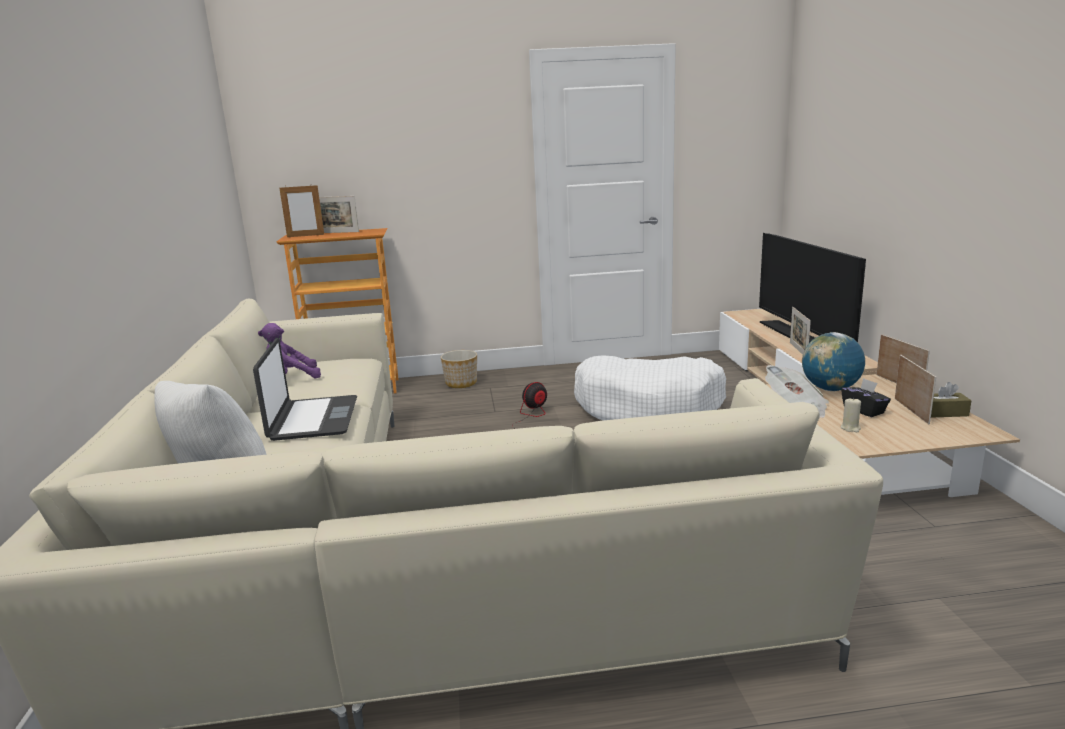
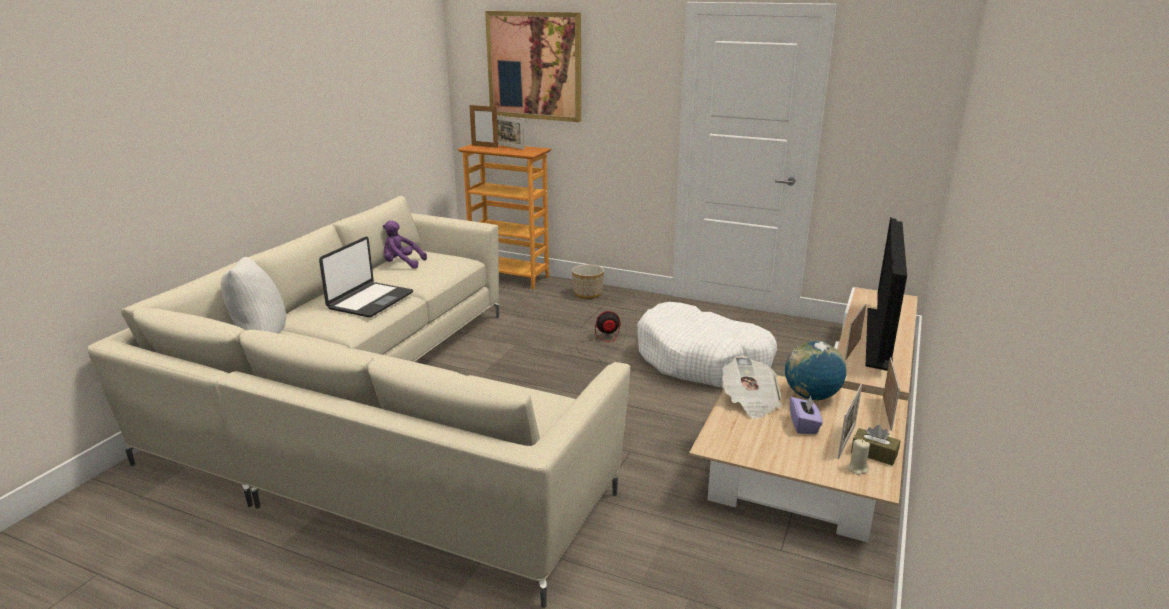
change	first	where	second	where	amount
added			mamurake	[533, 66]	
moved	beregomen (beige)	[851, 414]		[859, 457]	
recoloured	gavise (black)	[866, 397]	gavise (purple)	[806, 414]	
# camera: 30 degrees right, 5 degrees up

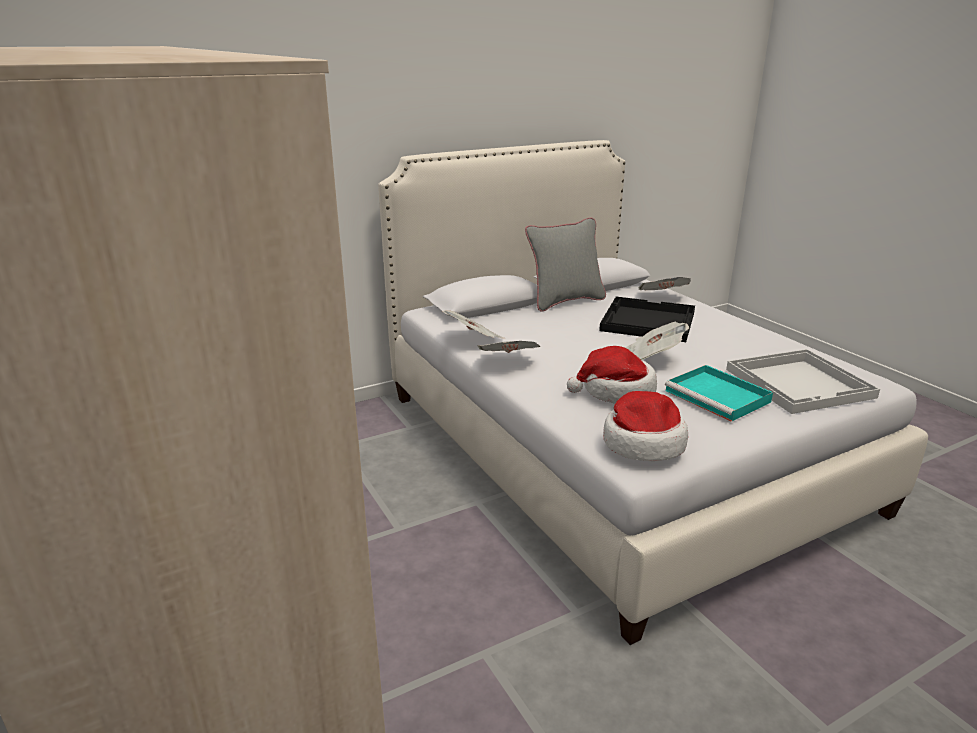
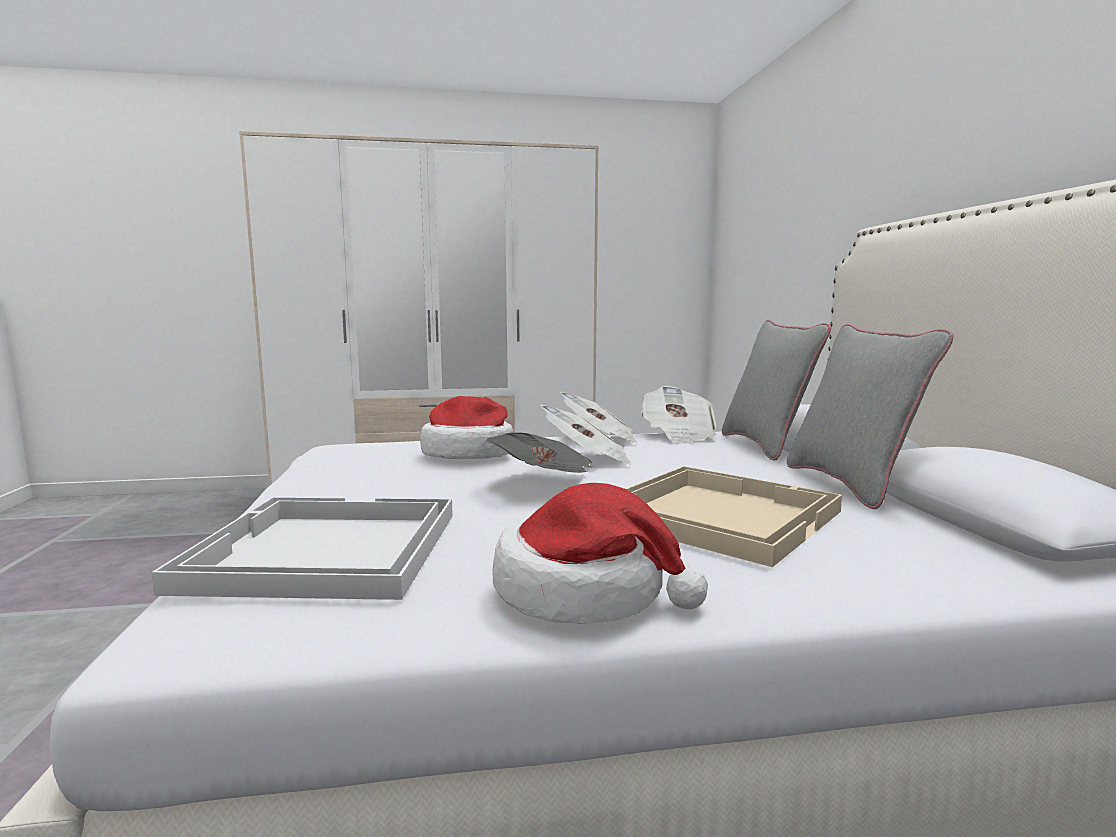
change	first	where	second	where	amount
removed	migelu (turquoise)	[719, 393]			
added			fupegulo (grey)	[776, 390]	
moved	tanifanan	[645, 426]		[600, 553]	
moved	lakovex	[664, 283]		[586, 435]	
recoloured	migelu (black)	[647, 319]	migelu (beige)	[734, 516]	
# camera: 110 degrees right, 15 degrees down

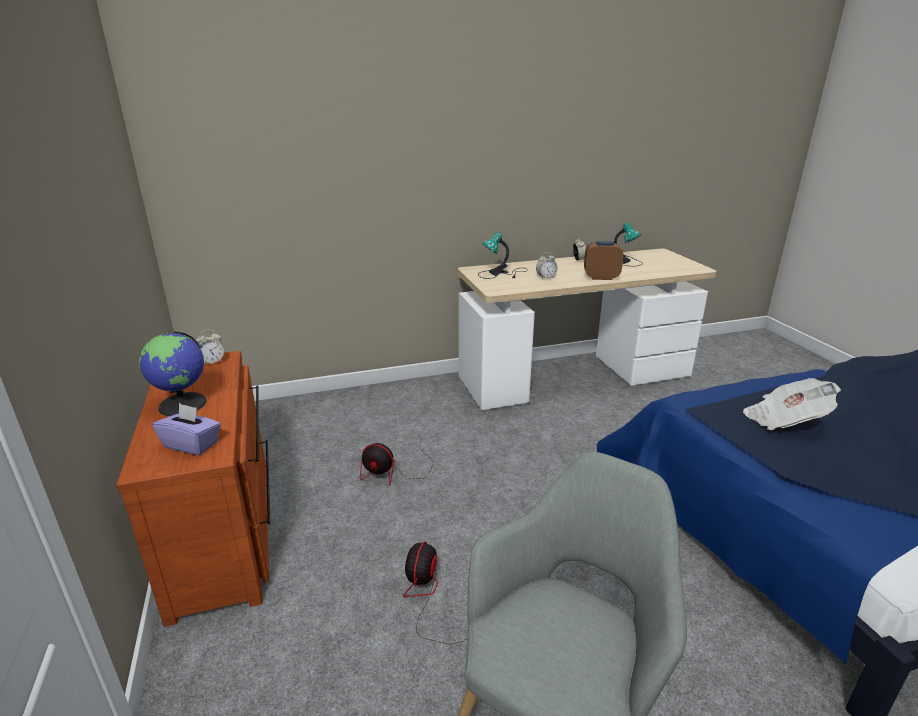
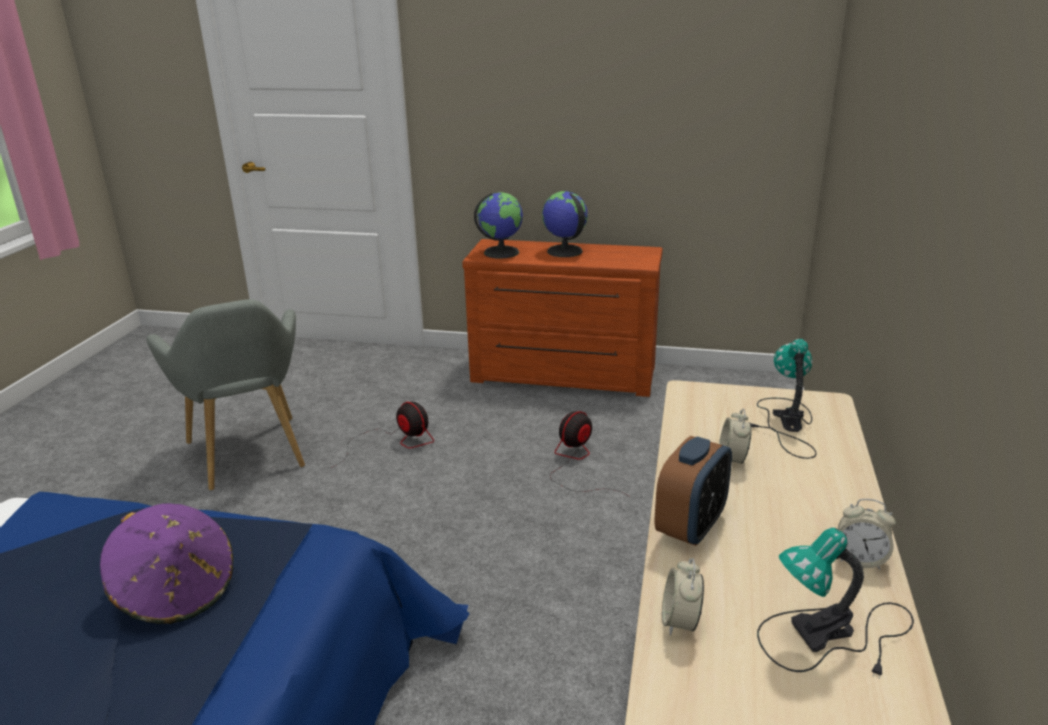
change	first	where	second	where	amount
moved	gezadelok	[210, 347]		[683, 597]	
replaced	gavise (purple)	[186, 429]	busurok	[498, 225]	
replaced	lakovex	[792, 404]	tanifanan (purple)	[166, 563]	
# camera: 120 degrees right, 0 degrees up

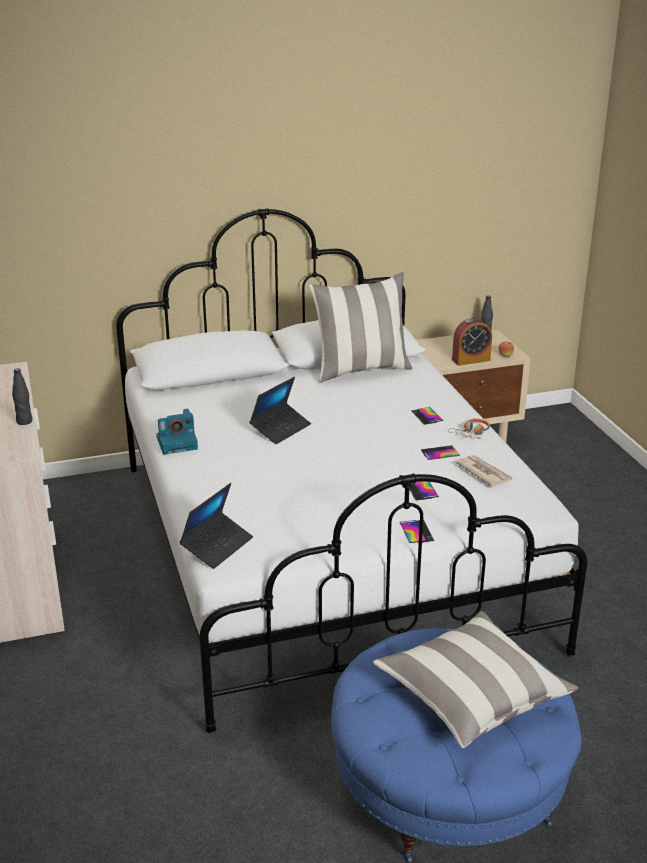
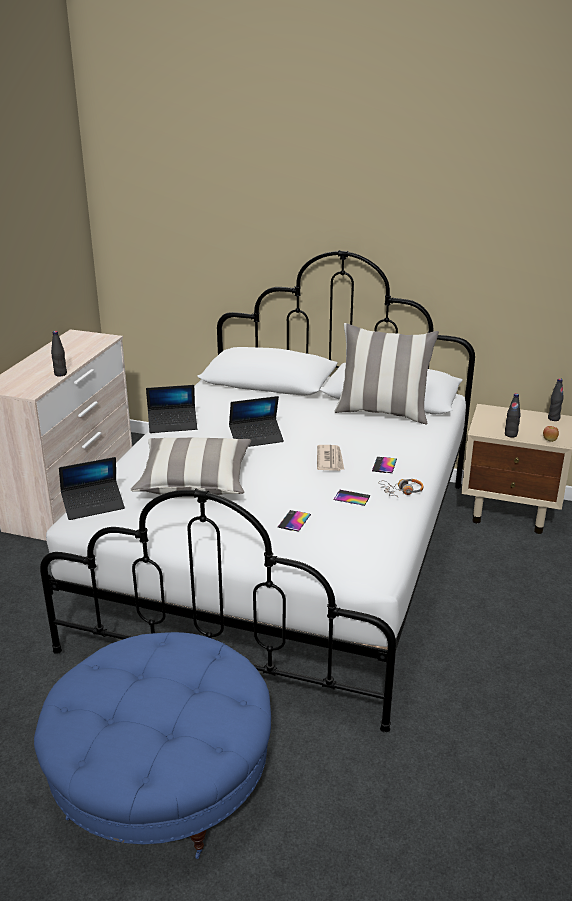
change	first	where	second	where	amount
removed	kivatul	[417, 531]			
moved	fupegulo	[475, 679]		[190, 466]	
moved	lakovex	[484, 471]		[330, 458]	
replaced	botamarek	[177, 431]	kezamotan	[172, 409]	
replaced	gezadelok	[472, 341]	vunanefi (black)	[513, 415]	
# camera: 35 degrees right, 0 degrees up

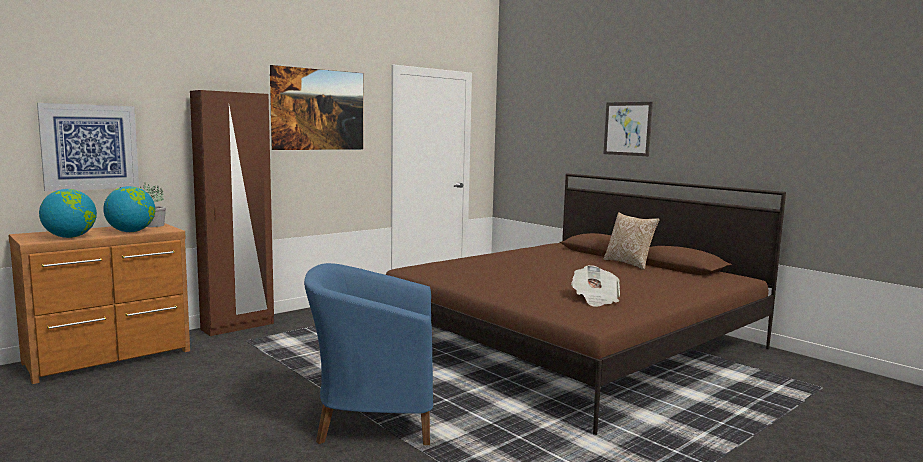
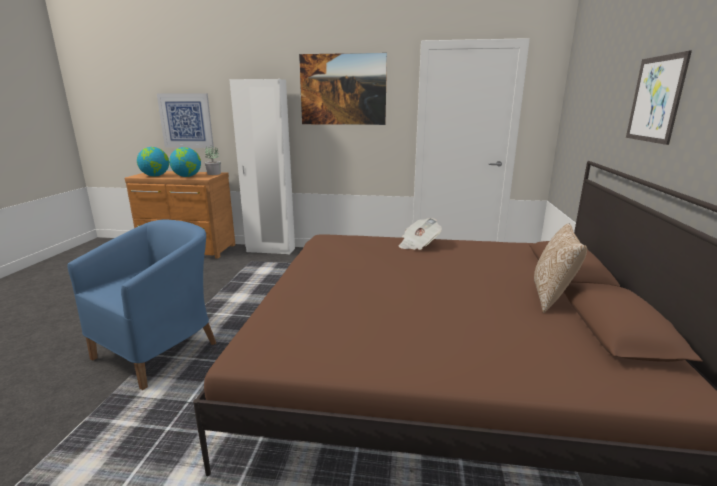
change	first	where	second	where	amount
moved	lakovex	[595, 286]		[420, 234]	
recoloured	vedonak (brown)	[232, 213]	vedonak (white)	[262, 166]	
turned	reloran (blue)	[368, 354]		[142, 305]	75 degrees clockwise
# camera: 50 degrees right, 10 degrees up

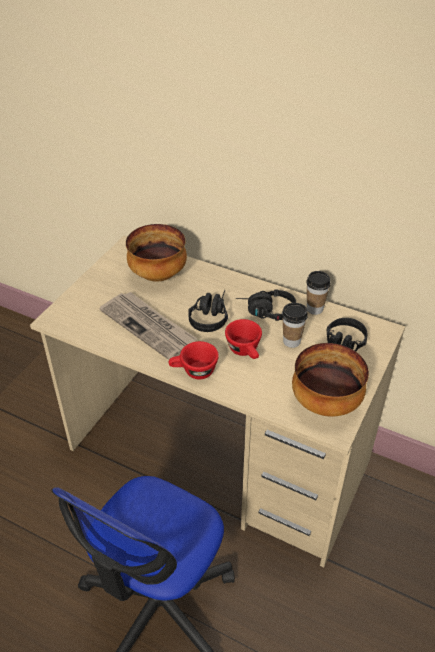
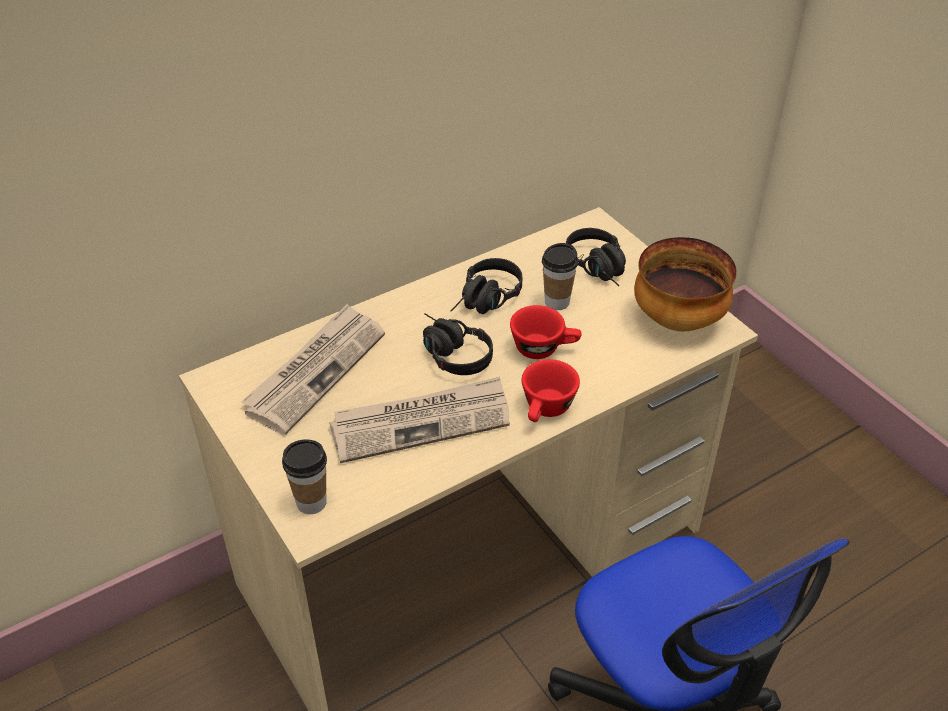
change	first	where	second	where	amount
moved	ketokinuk	[318, 293]		[304, 476]	
replaced	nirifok	[156, 253]	lakovex	[313, 369]	
# camera: 60 degrees left, 0 degrees up

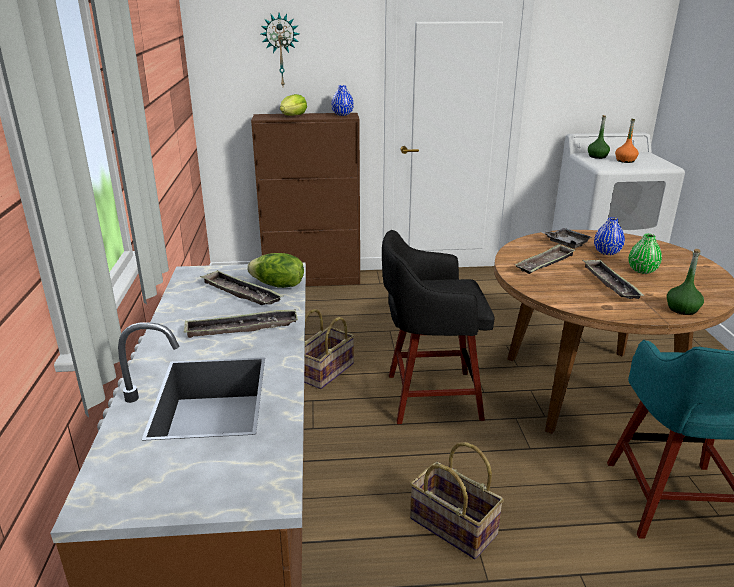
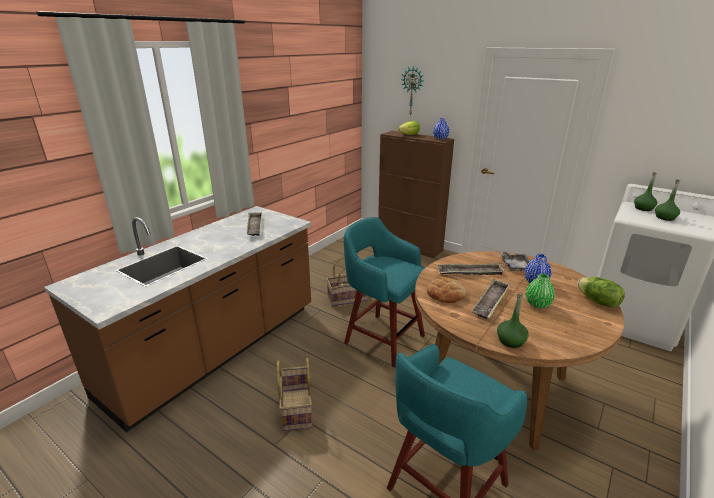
change	first	where	second	where	amount
removed	migelu	[240, 323]			
added			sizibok	[446, 290]	
moved	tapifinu	[275, 270]		[601, 292]	
recoloured	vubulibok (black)	[438, 327]	vubulibok (turquoise)	[384, 292]	
recoloured	vunanefi (orange)	[627, 141]	vunanefi (green)	[667, 200]	
# camera: 40 degrees right, 0 degrees up

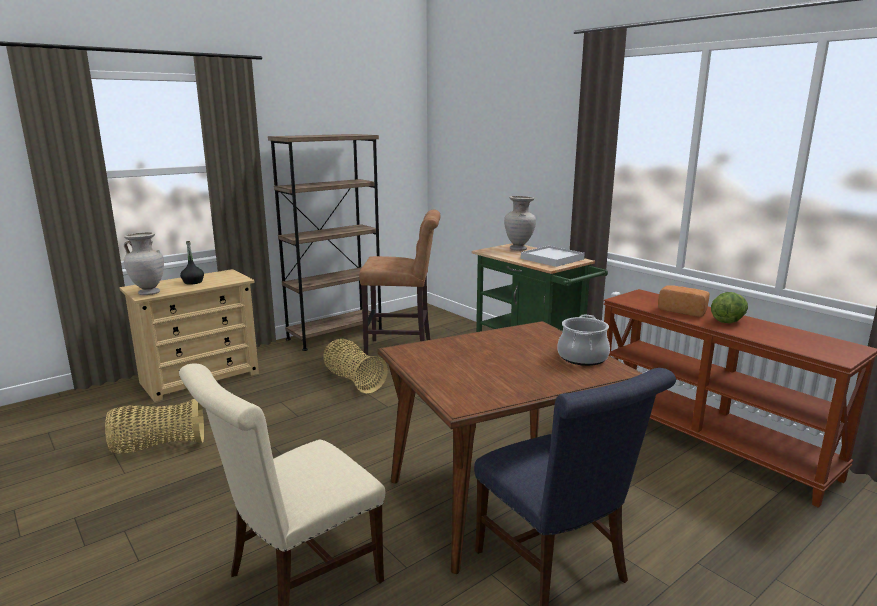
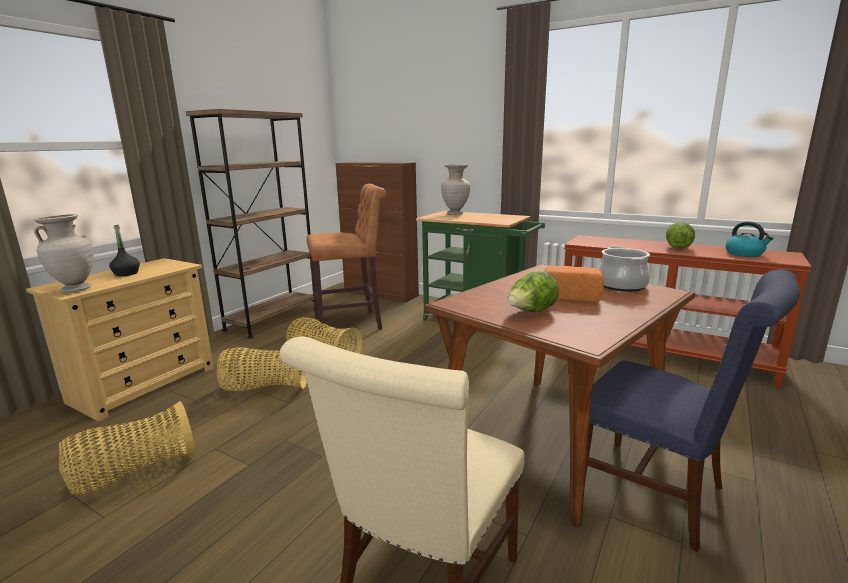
change	first	where	second	where	amount
removed	migelu (white)	[553, 256]			
added			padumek	[262, 369]	
added			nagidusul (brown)	[377, 232]	
added			tapifinu	[533, 291]	
added			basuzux	[750, 239]	
moved	sizibok	[684, 301]		[574, 284]	
# camera: 20 degrees left, 0 degrees up

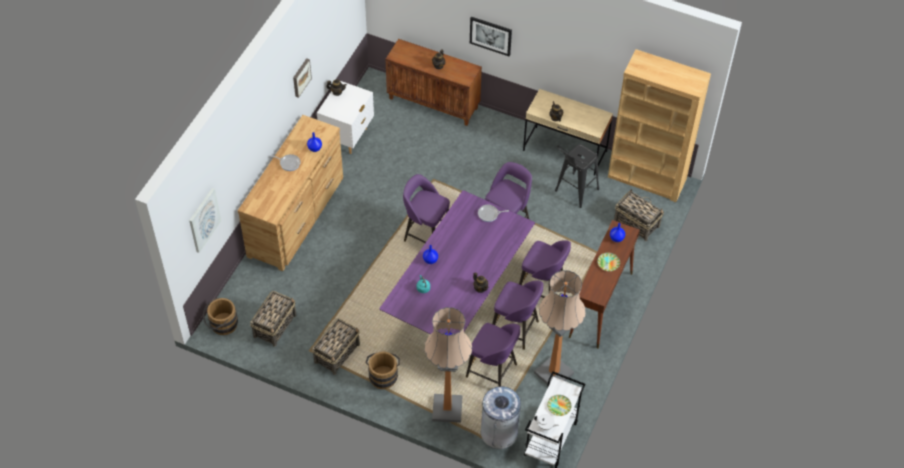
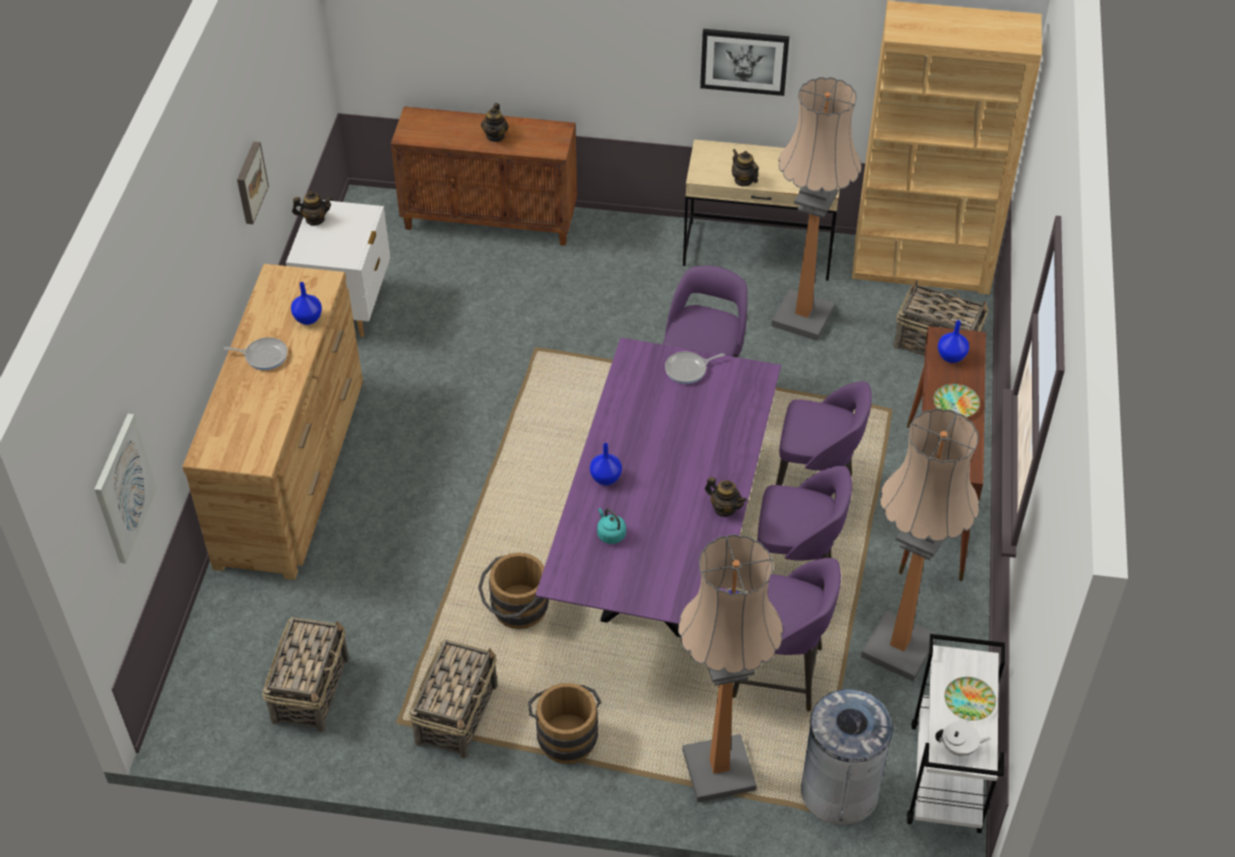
change	first	where	second	where	amount
removed	vubulibok (purple)	[426, 208]			
moved	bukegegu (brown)	[220, 316]		[513, 590]	
moved	mamurake	[491, 37]		[744, 62]	
replaced	vubulibok (black)	[577, 176]	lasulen	[817, 209]	
# camera: 15 degrees left, 5 degrees down

